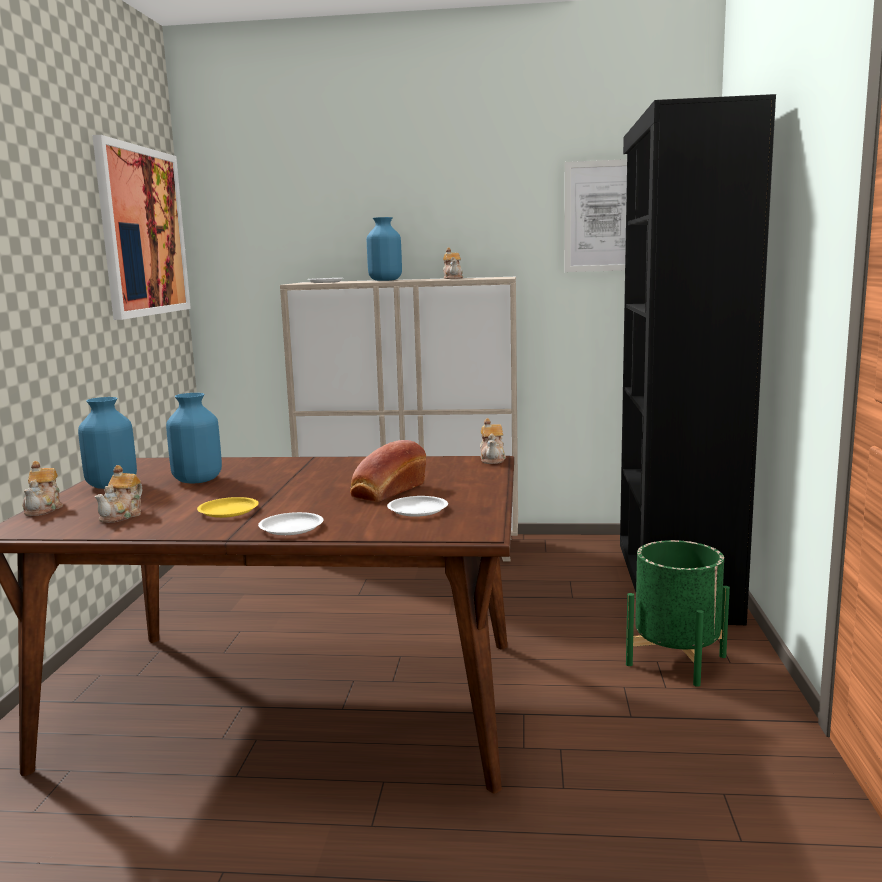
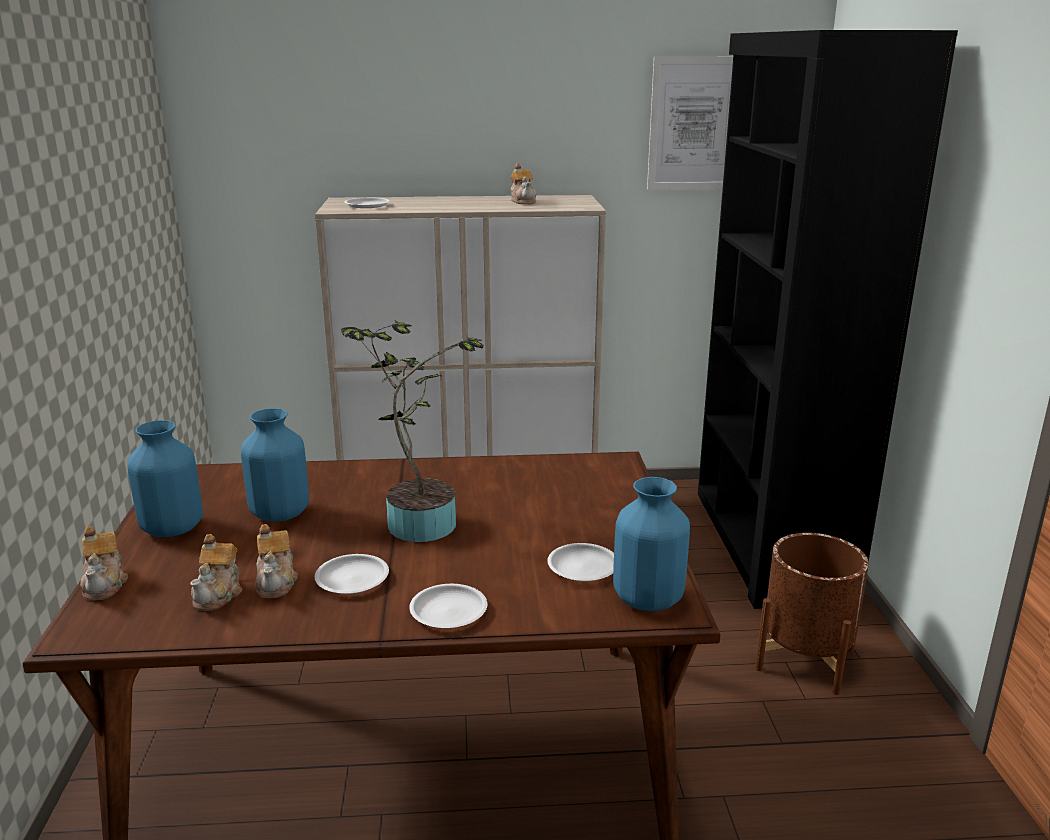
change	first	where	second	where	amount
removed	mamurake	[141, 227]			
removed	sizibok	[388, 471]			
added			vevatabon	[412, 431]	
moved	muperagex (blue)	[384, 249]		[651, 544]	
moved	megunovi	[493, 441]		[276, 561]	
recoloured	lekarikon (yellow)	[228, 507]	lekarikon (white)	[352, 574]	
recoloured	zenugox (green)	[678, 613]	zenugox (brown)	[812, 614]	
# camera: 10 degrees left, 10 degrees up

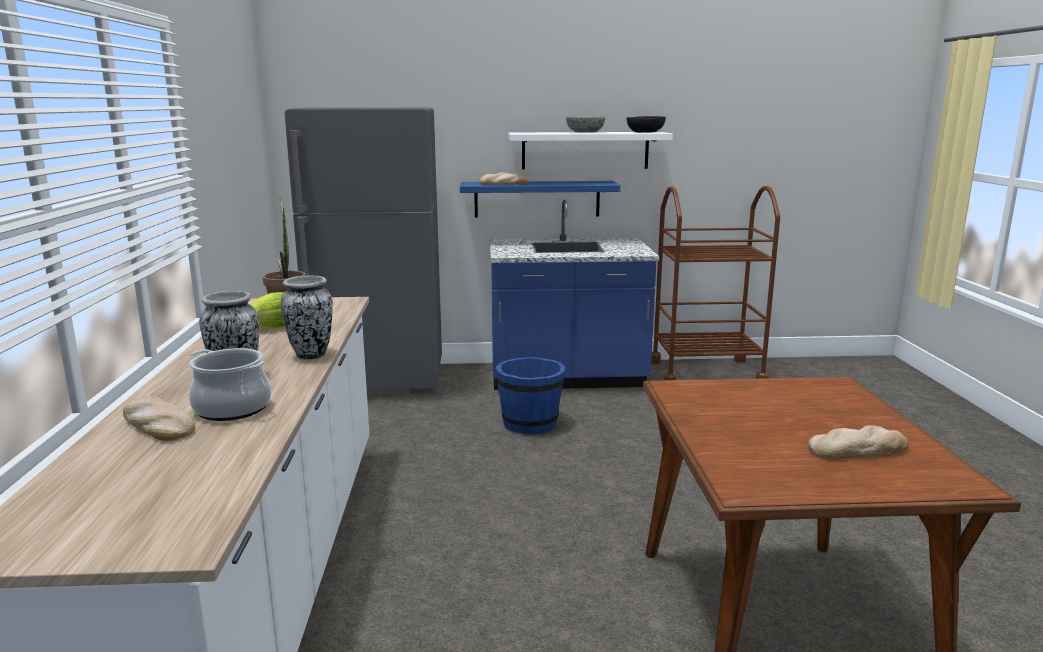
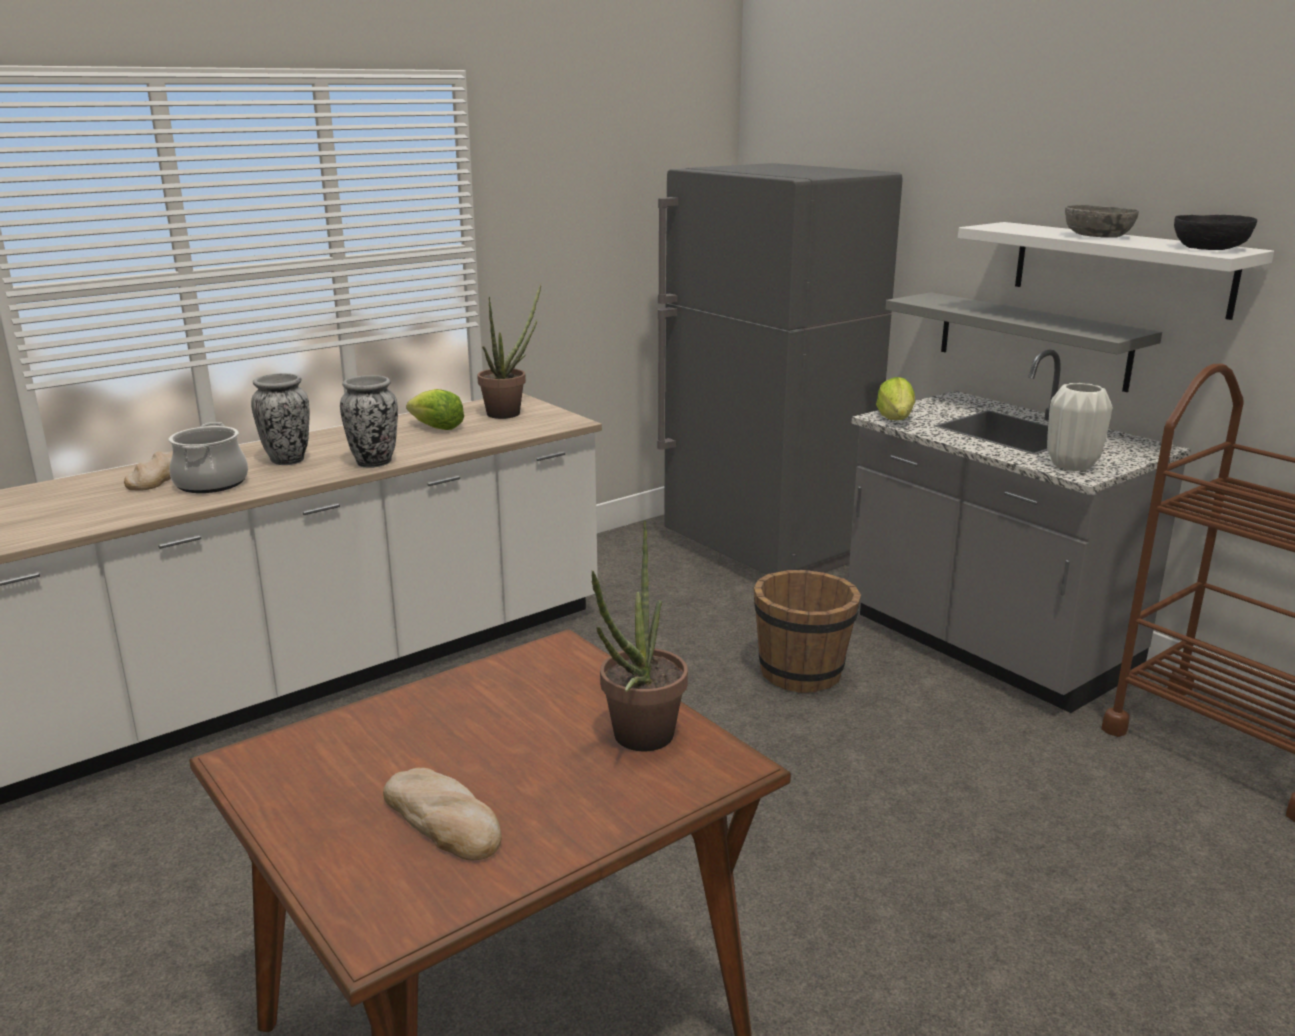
change	first	where	second	where	amount
removed	sizibok	[503, 179]			
added			vevatabon	[640, 635]	
added			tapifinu	[895, 398]	
added			muperagex (white)	[1079, 427]	
recoloured	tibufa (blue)	[540, 199]	tibufa (grey)	[1023, 342]	
recoloured	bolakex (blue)	[574, 294]	bolakex (grey)	[1019, 531]	
recoloured	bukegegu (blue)	[530, 395]	bukegegu (brown)	[807, 631]	
# camera: 55 degrees right, 5 degrees up

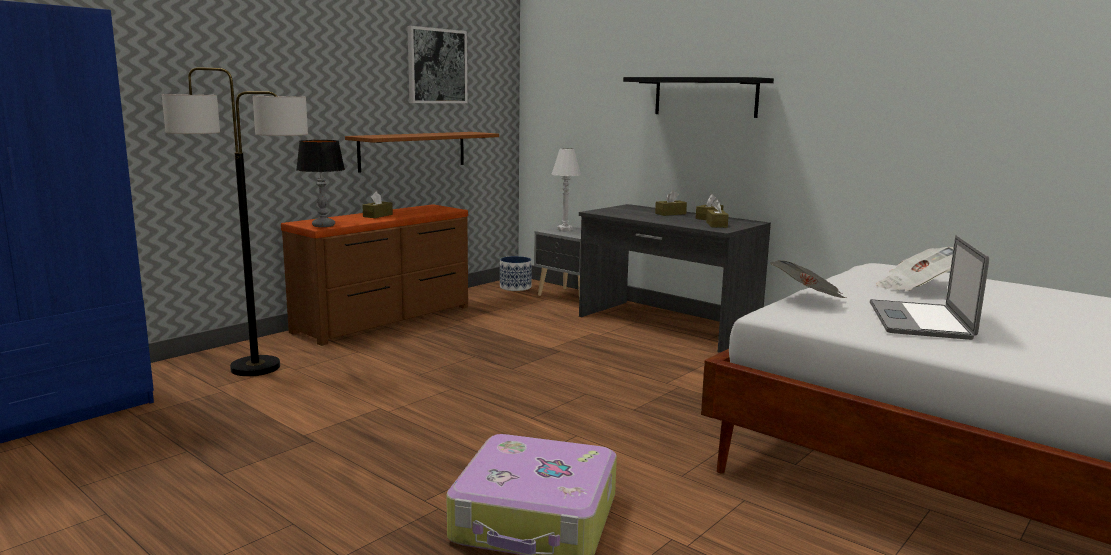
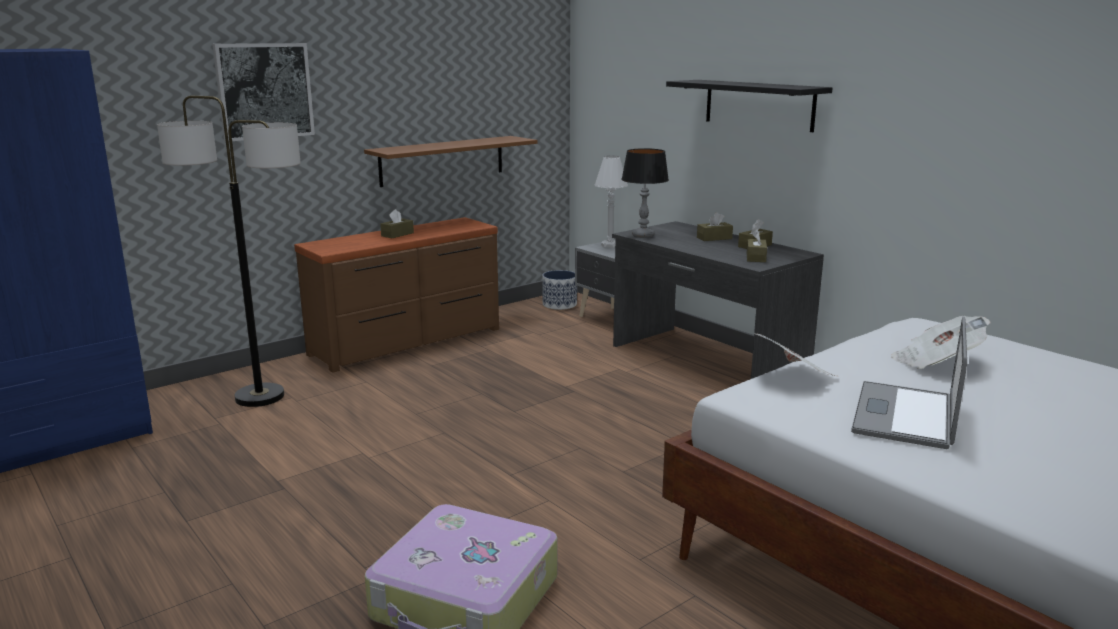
change	first	where	second	where	amount
moved	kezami	[320, 183]		[645, 193]	
moved	mamurake	[437, 64]		[263, 92]	
# camera: 10 degrees right, 5 degrees up

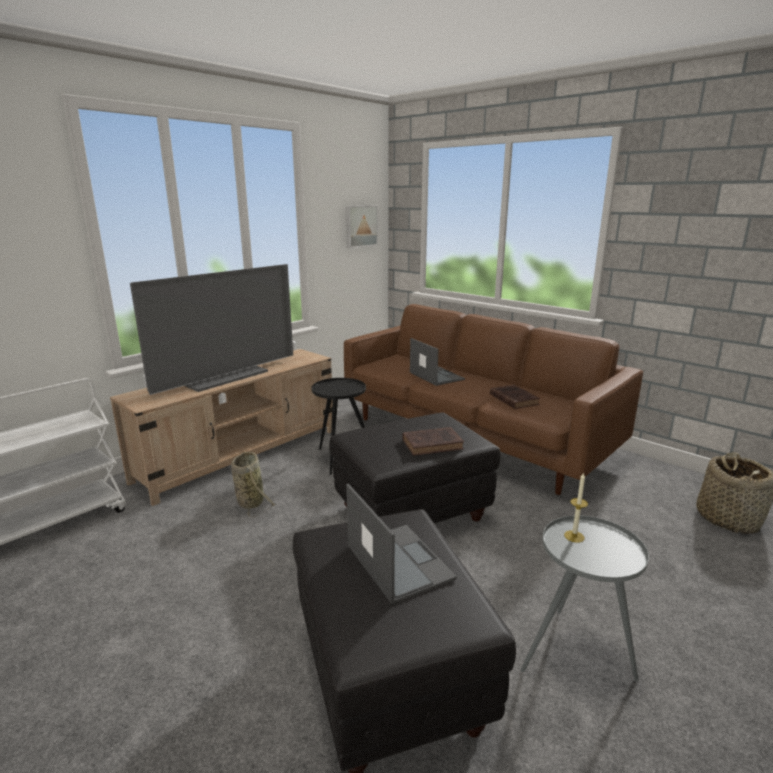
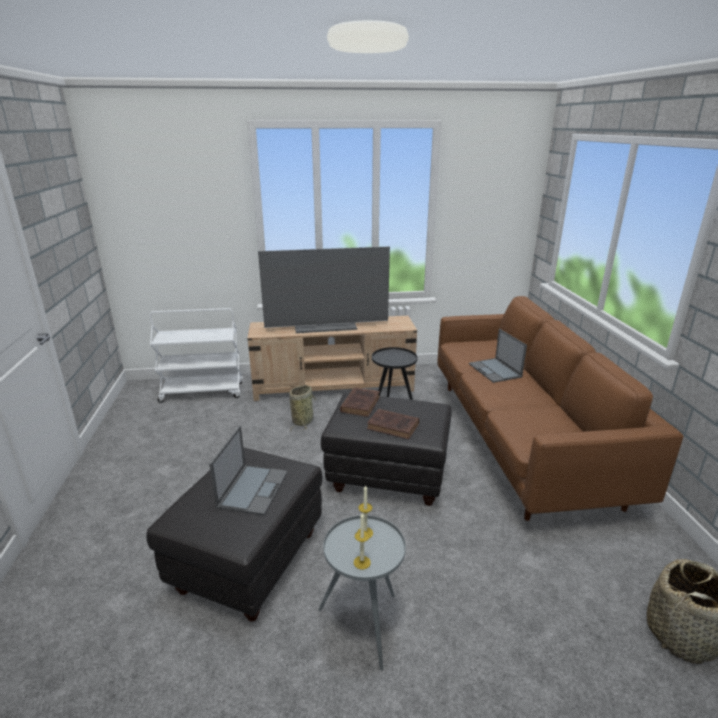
change	first	where	second	where	amount
removed	mamurake	[361, 226]			
added			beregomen	[362, 541]	
moved	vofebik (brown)	[515, 397]		[360, 402]	
turned	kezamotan	[437, 362]		[498, 356]	150 degrees clockwise
# camera: 40 degrees right, 5 degrees up

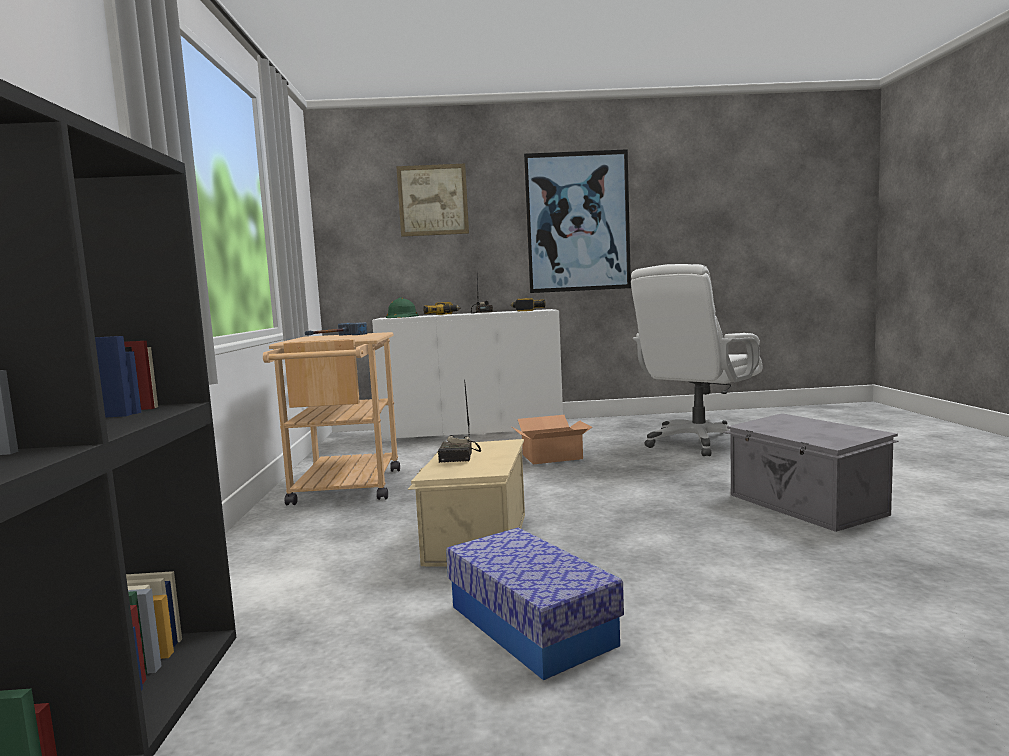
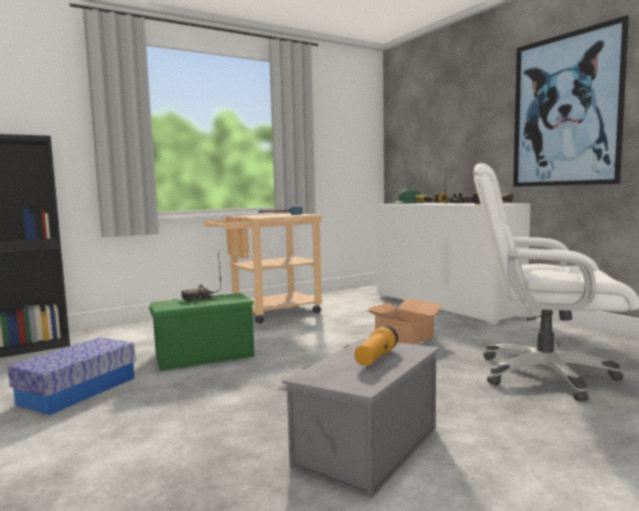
change	first	where	second	where	amount
removed	mamurake	[432, 200]			
added			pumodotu	[376, 345]	
recoloured	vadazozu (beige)	[466, 503]	vadazozu (green)	[201, 332]	
# camera: 60 degrees right, 0 degrees up

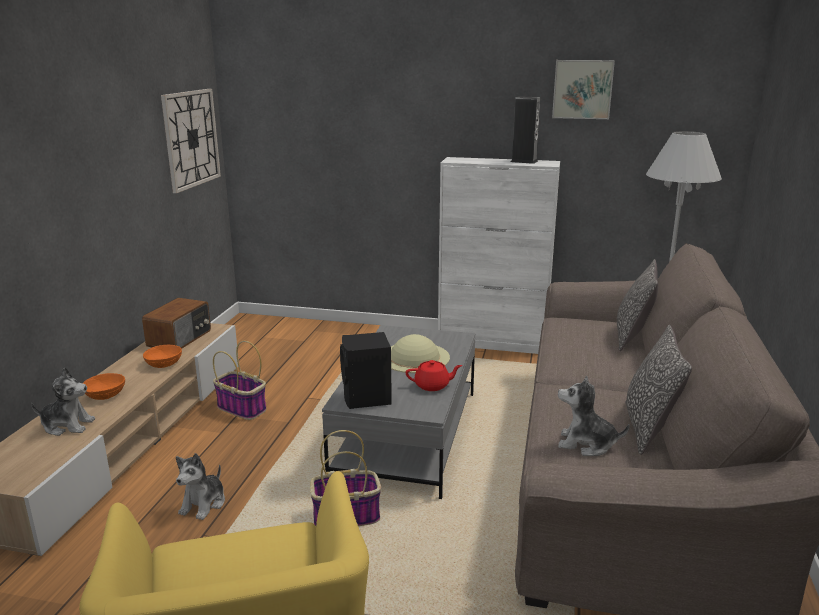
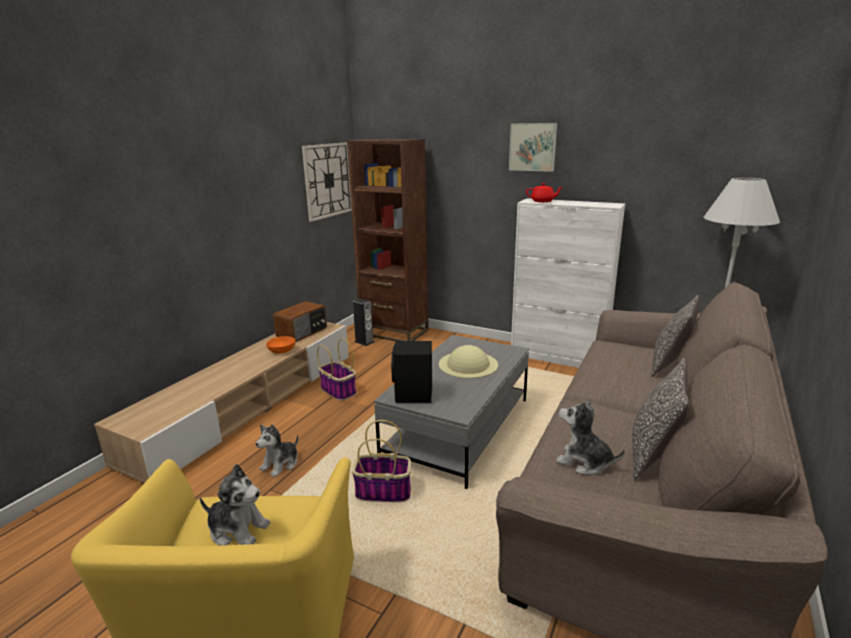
change	first	where	second	where	amount
removed	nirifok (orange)	[104, 386]			
added			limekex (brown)	[388, 240]	
moved	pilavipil	[63, 401]		[235, 504]	
moved	megunovi (red)	[434, 375]		[544, 192]	
moved	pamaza	[525, 130]		[364, 322]	
moved	mamurake	[583, 89]		[533, 147]	
# camera: 15 degrees right, 0 degrees up

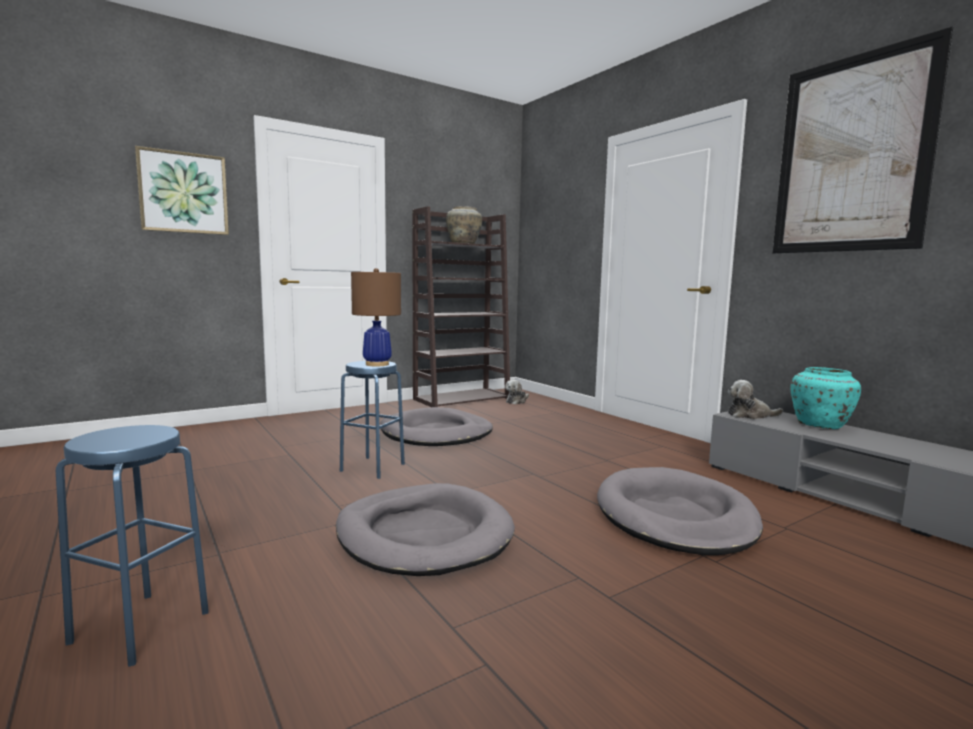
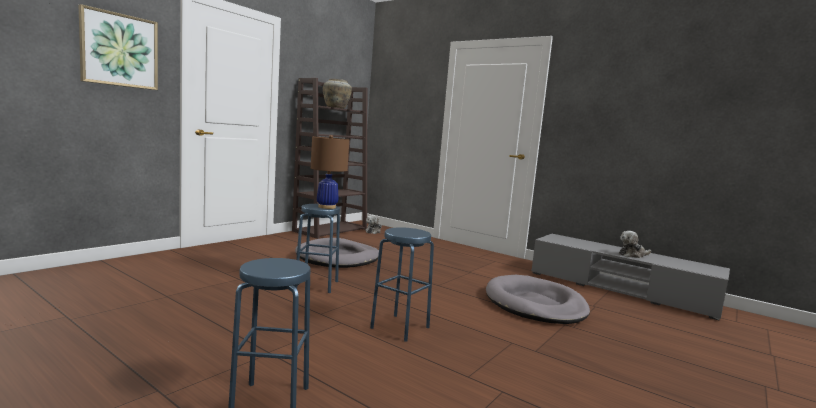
change	first	where	second	where	amount
removed	mamurake	[863, 140]			
removed	muperagex (turquoise)	[825, 398]			
moved	pilavipil	[755, 399]		[635, 244]	
replaced	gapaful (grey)	[425, 529]	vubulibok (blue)	[402, 284]	
# camera: 20 degrees left, 0 degrees up

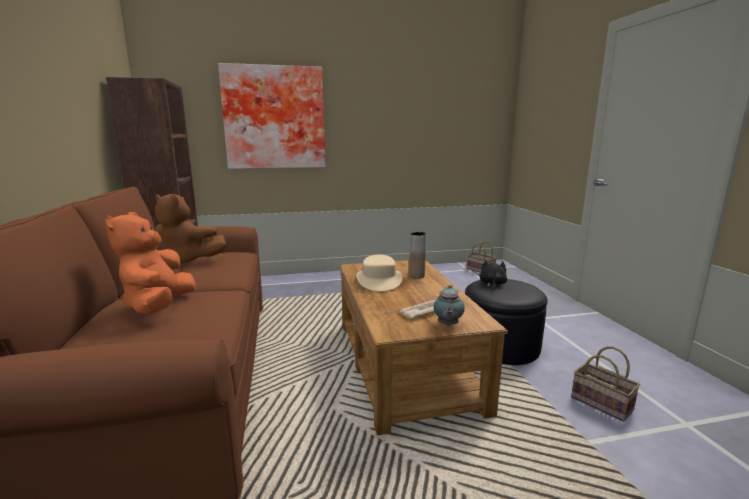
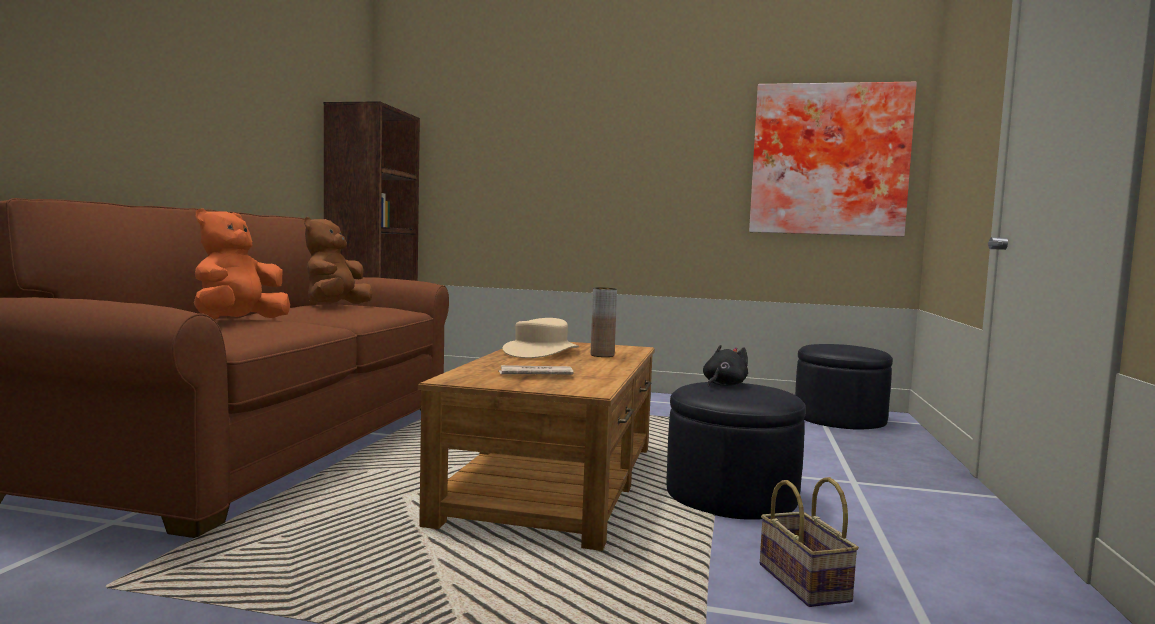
change	first	where	second	where	amount
removed	megunovi	[449, 305]			
moved	mamurake	[272, 116]		[833, 159]	
replaced	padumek	[482, 257]	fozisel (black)	[844, 386]	
turned	pilavipil (brown)	[190, 228]		[338, 261]	60 degrees clockwise
# camera: 25 degrees right, 10 degrees down

